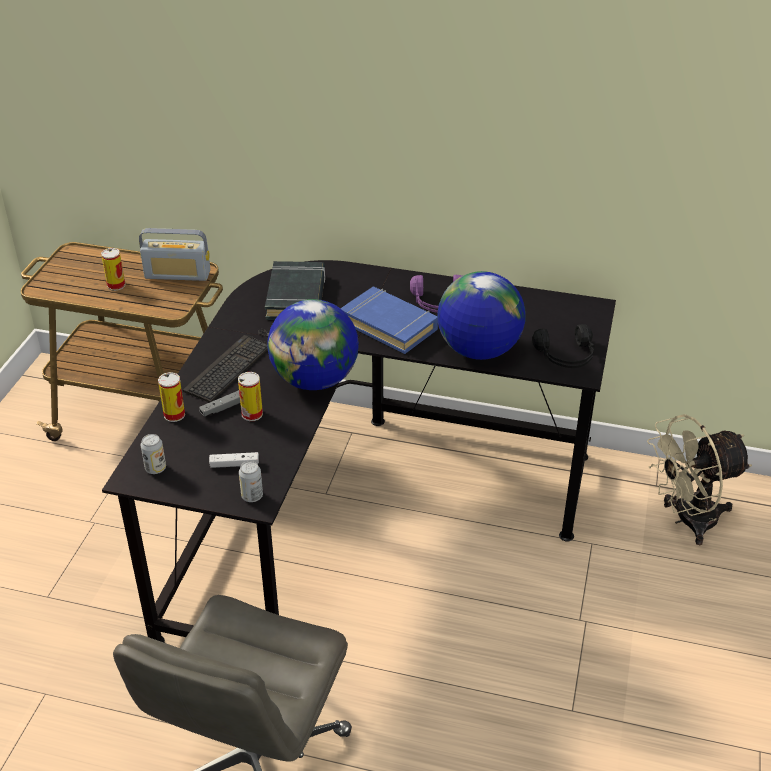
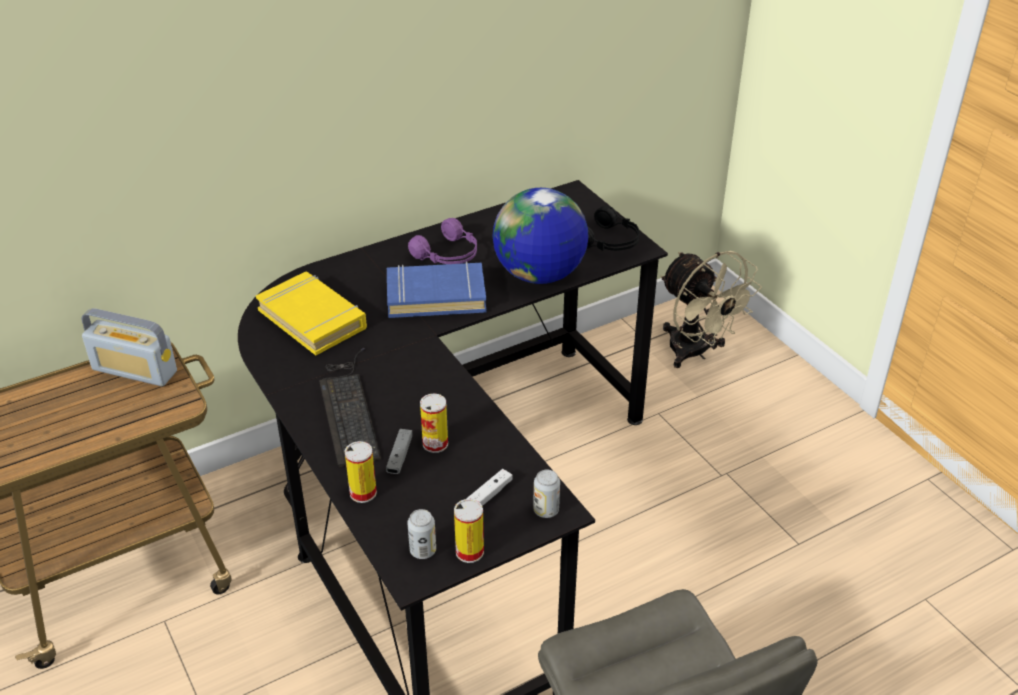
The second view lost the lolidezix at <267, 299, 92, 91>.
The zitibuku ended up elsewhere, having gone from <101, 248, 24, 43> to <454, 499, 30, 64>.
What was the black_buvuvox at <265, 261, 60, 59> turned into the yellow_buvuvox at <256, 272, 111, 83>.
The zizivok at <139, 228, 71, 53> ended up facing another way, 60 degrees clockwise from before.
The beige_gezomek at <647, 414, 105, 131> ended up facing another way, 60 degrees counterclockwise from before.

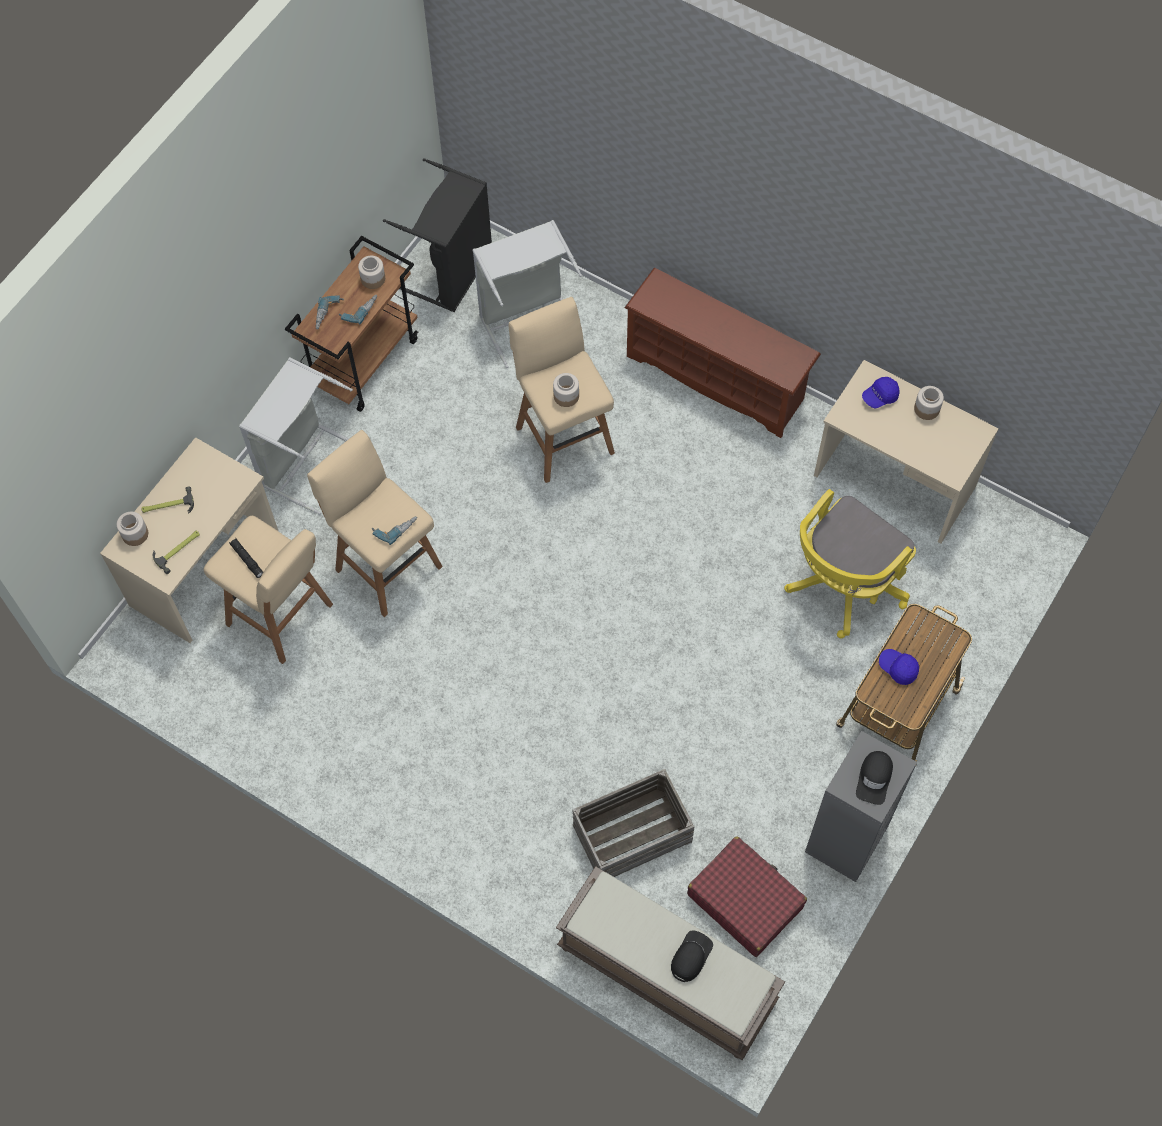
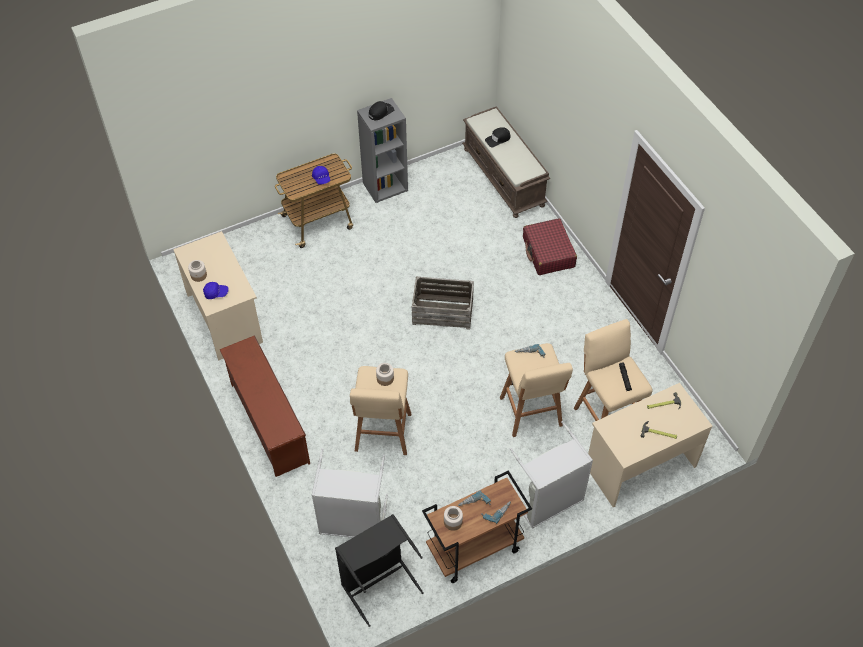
The second view lost the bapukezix at <117, 512, 31, 34>.
The second view lost the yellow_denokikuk at <784, 489, 132, 150>.
The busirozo ended up elsewhere, having gone from <572, 769, 122, 108> to <412, 277, 62, 53>.
The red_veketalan ended up elsewhere, having gone from <687, 836, 120, 121> to <523, 218, 54, 57>.

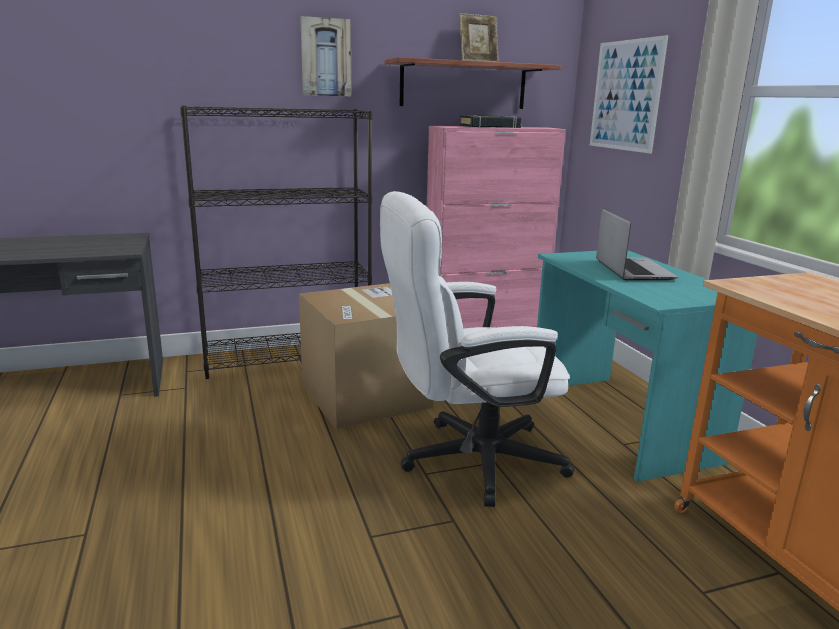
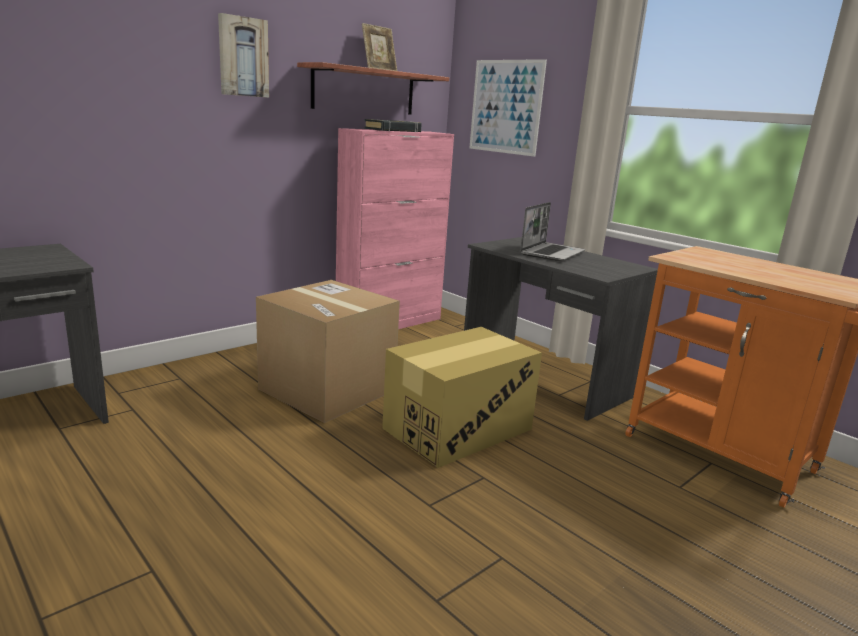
The second view lost the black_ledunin at <180, 106, 192, 273>.
Where the white_denokikuk stood at <380, 191, 195, 316>, the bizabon came to stand at <382, 327, 160, 141>.
What was the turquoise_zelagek at <537, 250, 220, 232> turned into the grey_zelagek at <464, 237, 194, 184>.
The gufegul at <596, 208, 82, 72> ended up facing another way, 60 degrees clockwise from before.

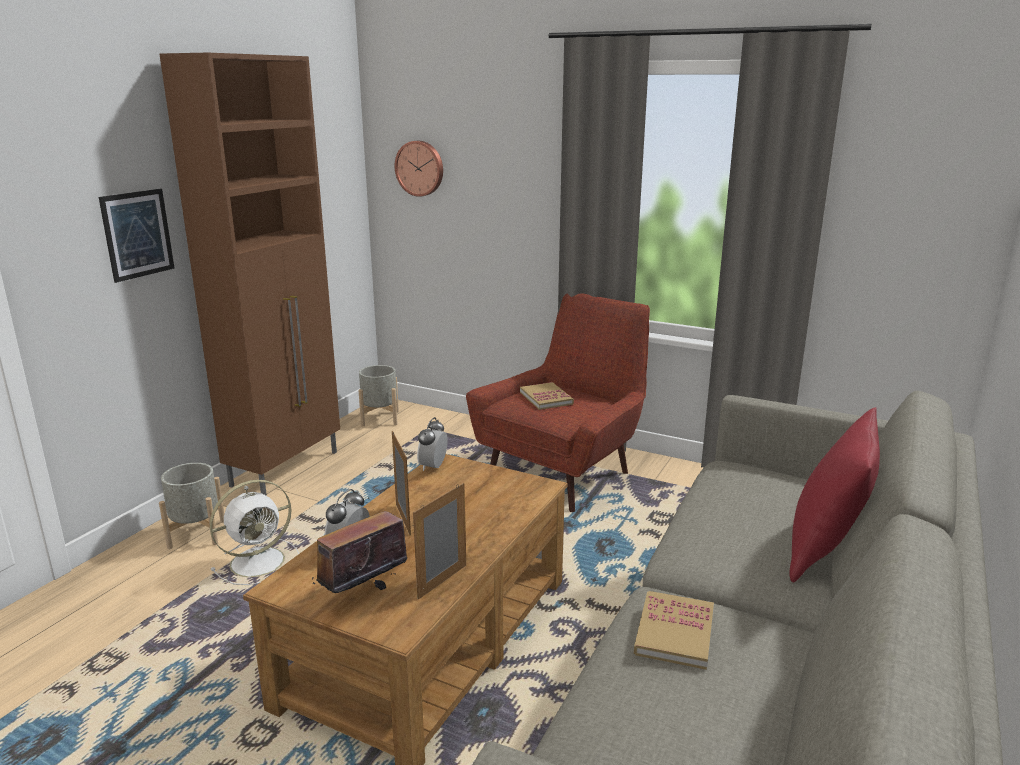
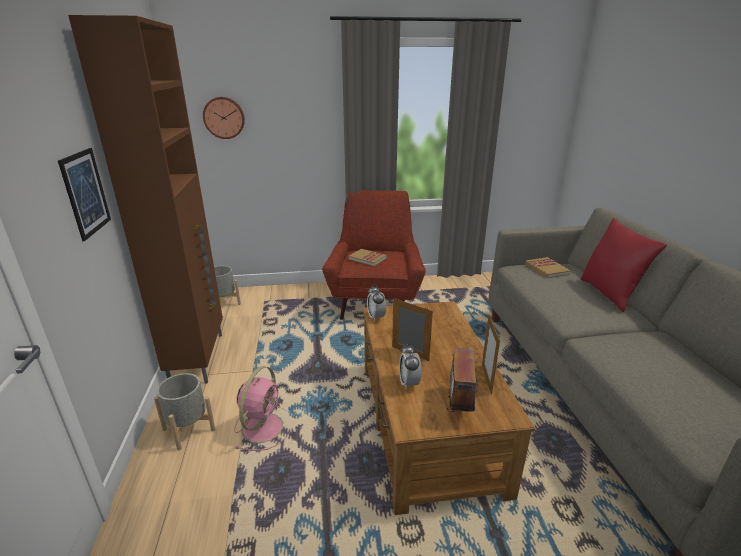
The buvuvox ended up elsewhere, having gone from <634, 591, 80, 79> to <525, 257, 45, 21>.
What was the white_gezomek at <210, 480, 89, 105> turned into the pink_gezomek at <234, 366, 56, 85>.

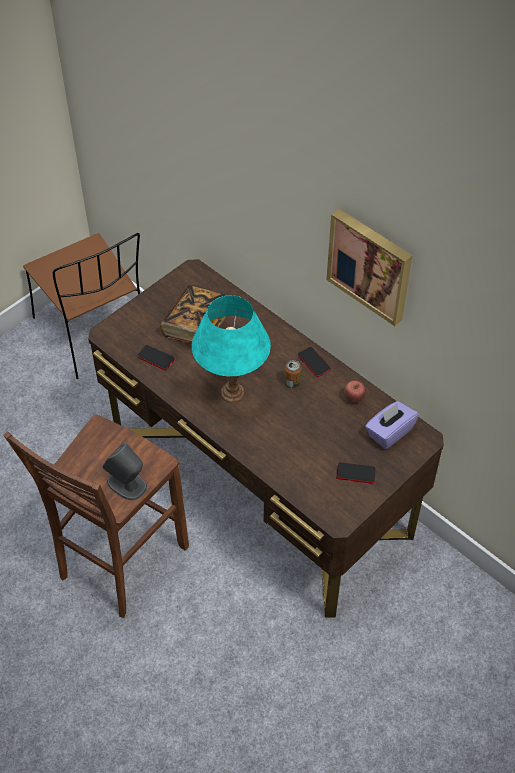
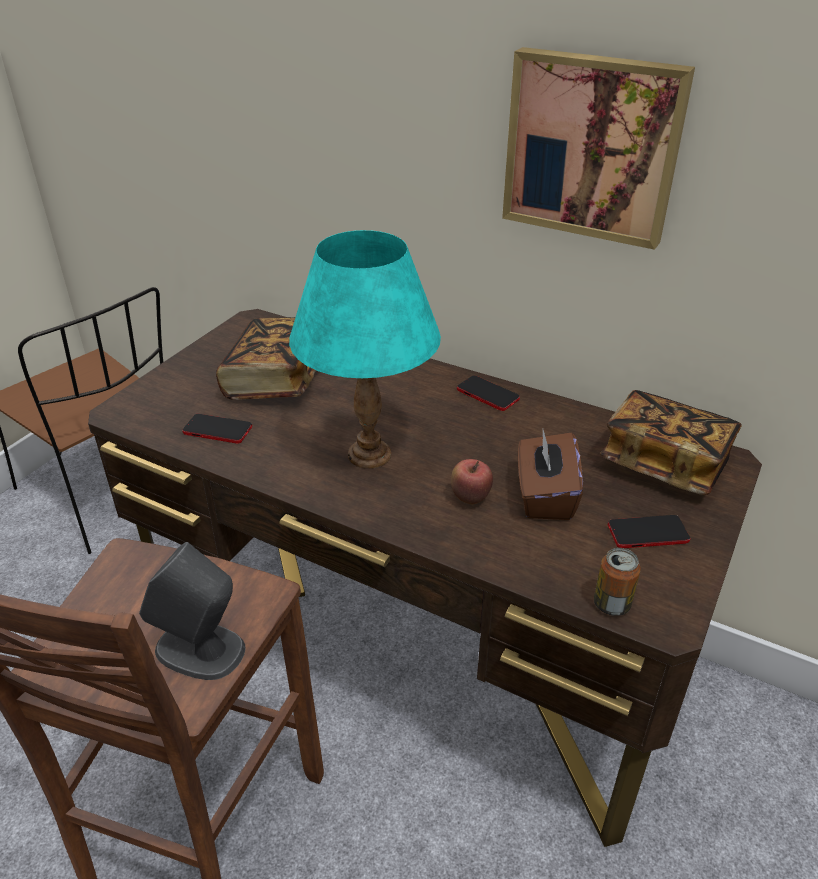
The second view gained the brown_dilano at <518, 430, 65, 90>.
The zitibuku ended up elsewhere, having gone from <284, 360, 17, 28> to <594, 548, 47, 68>.
The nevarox ended up elsewhere, having gone from <344, 380, 22, 23> to <451, 459, 42, 45>.
Where the purple_dilano stood at <365, 401, 54, 48>, the buvuvox came to stand at <600, 390, 142, 105>.

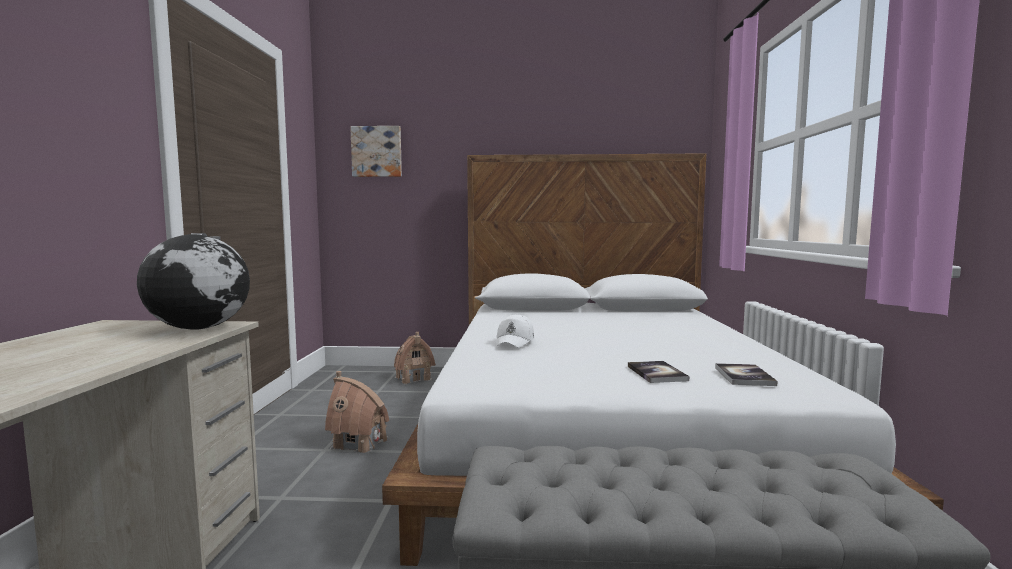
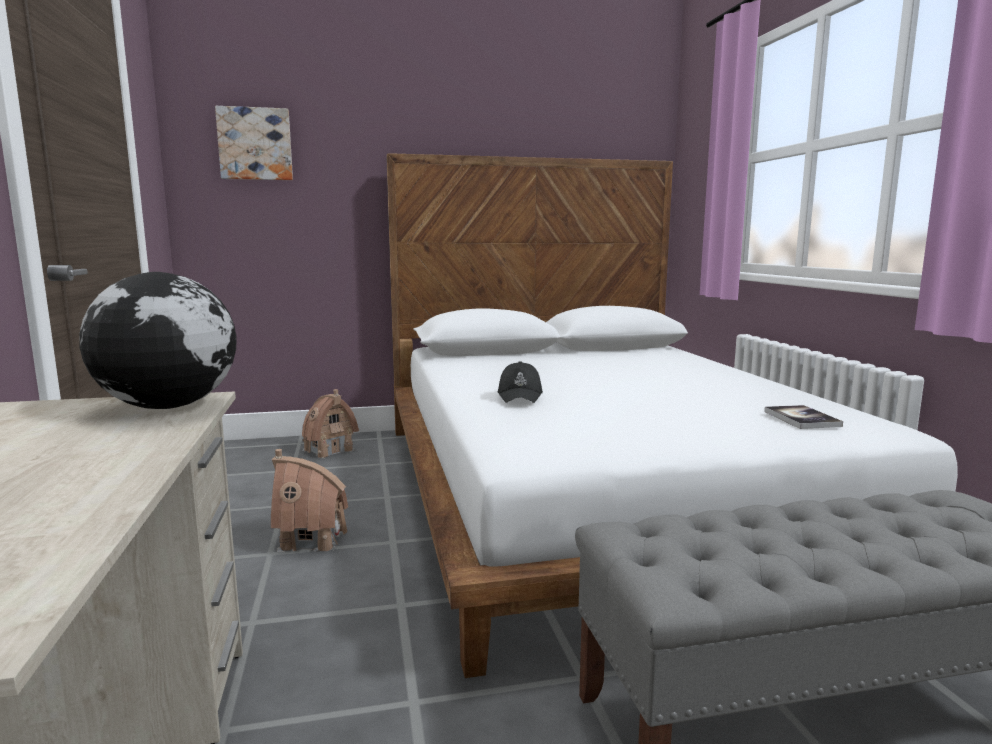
The second view lost the buvuvox at <628, 361, 61, 22>.
What was the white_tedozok at <496, 314, 38, 33> turned into the black_tedozok at <498, 361, 45, 42>.

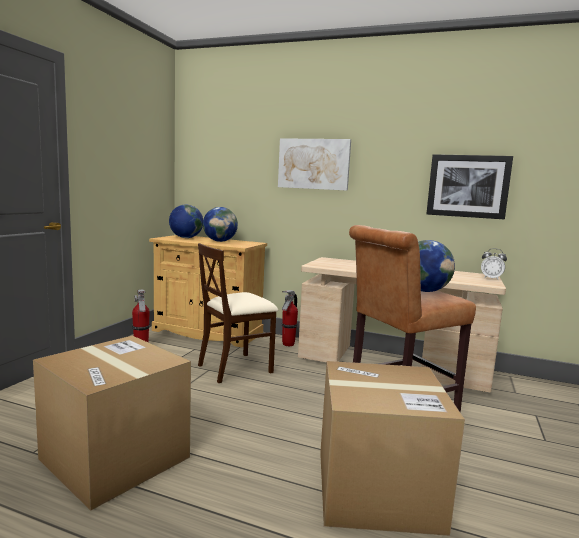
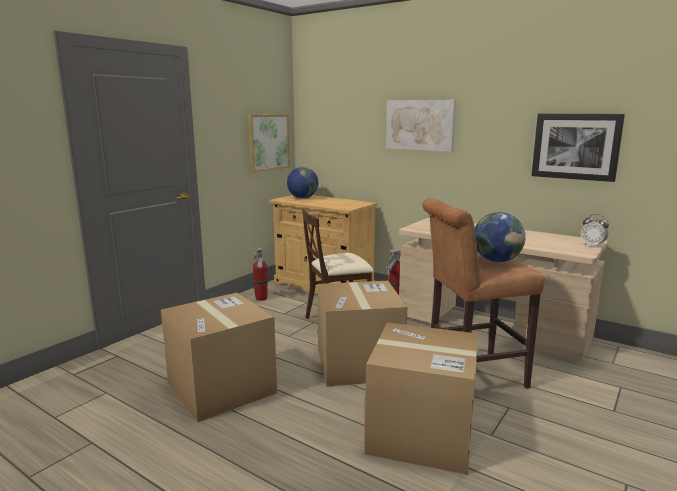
The second view lost the lolidezix at <203, 207, 35, 35>.
The second view gained the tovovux at <248, 114, 42, 58>.
The second view gained the bizabon at <318, 281, 89, 105>.

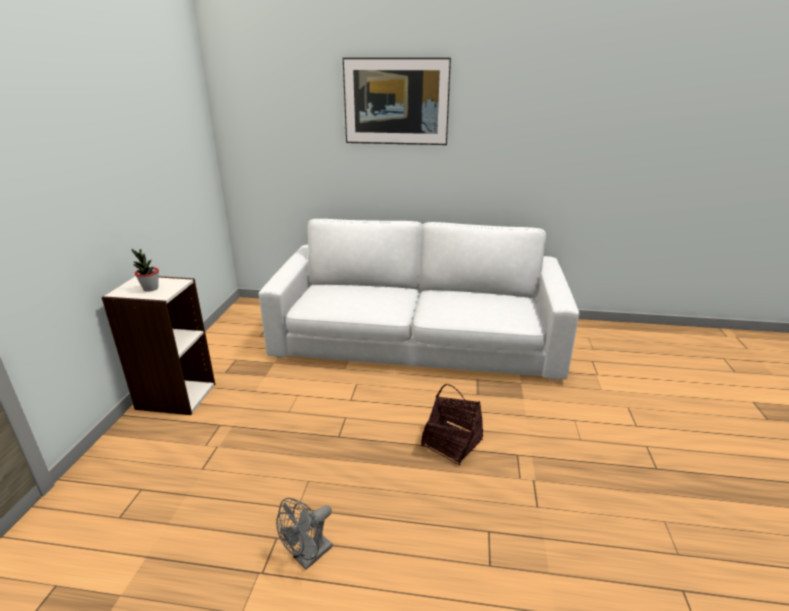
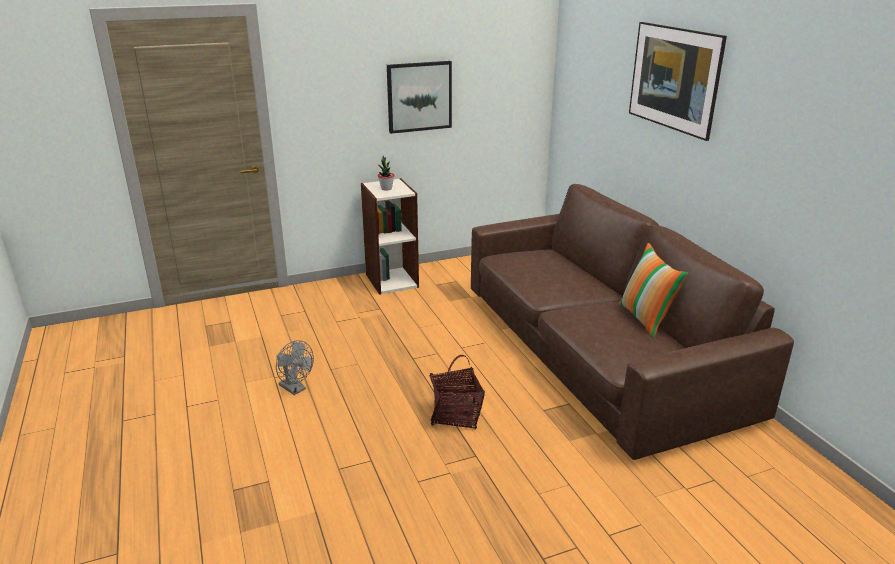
The second view gained the tovovux at <387, 61, 65, 73>.
The second view gained the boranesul at <619, 243, 69, 95>.
What was the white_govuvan at <259, 219, 320, 161> turned into the brown_govuvan at <471, 184, 323, 276>.
The grey_gezomek at <276, 498, 57, 72> ended up facing another way, 150 degrees counterclockwise from before.

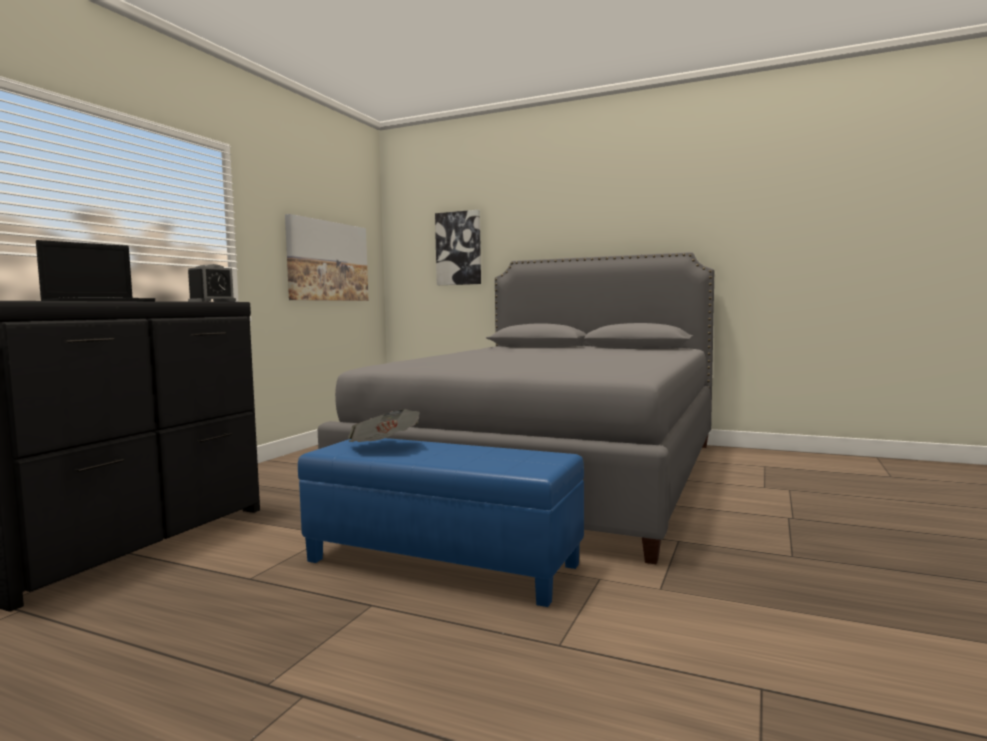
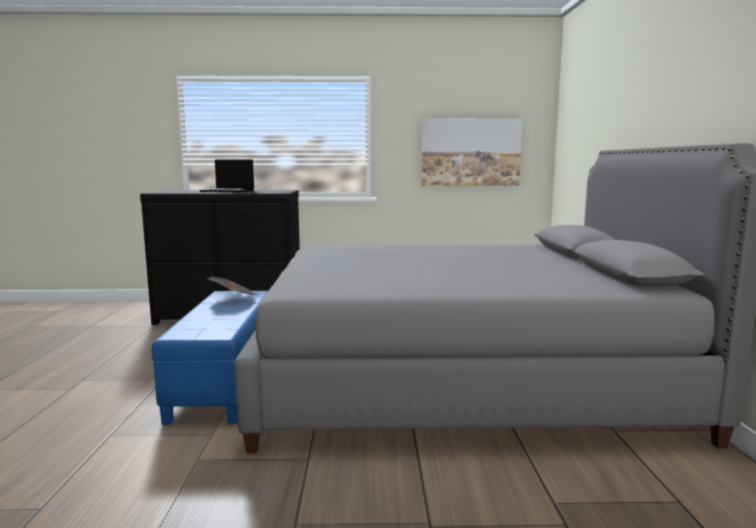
The second view lost the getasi at <188, 264, 48, 38>.
The second view lost the tovovux at <435, 210, 46, 75>.

